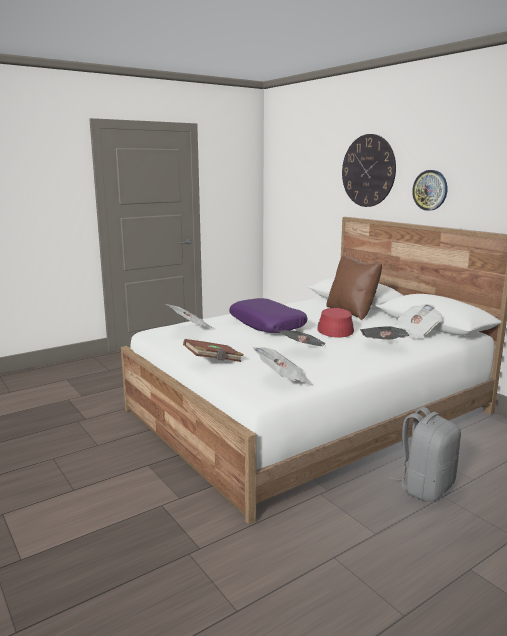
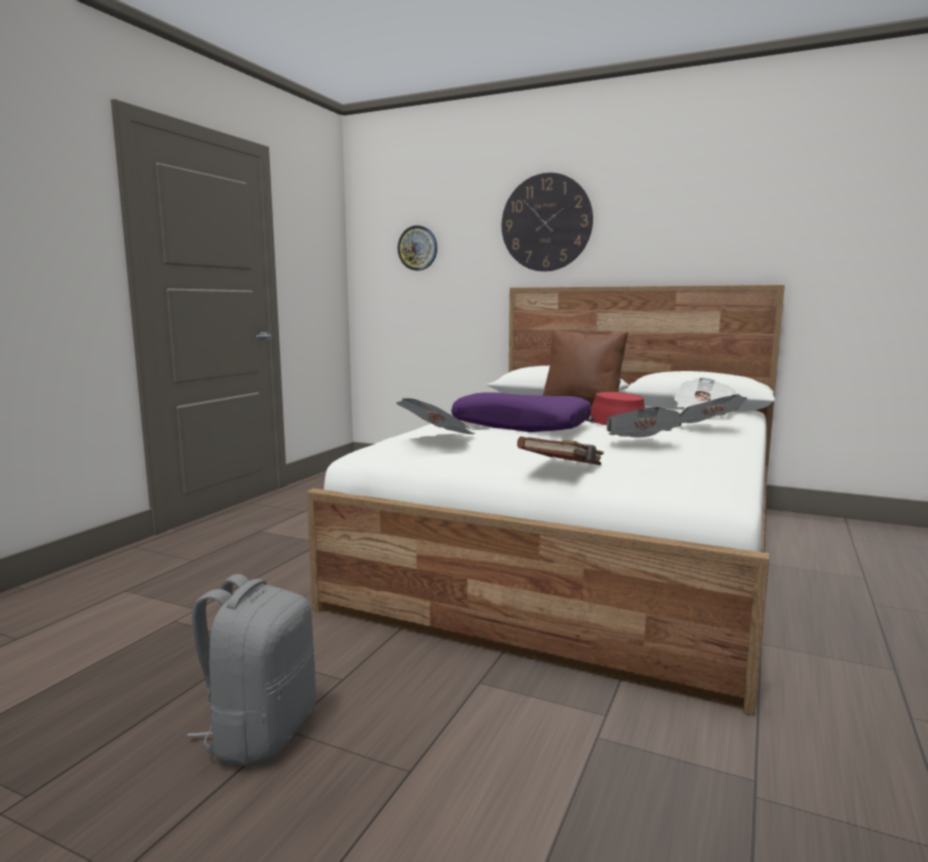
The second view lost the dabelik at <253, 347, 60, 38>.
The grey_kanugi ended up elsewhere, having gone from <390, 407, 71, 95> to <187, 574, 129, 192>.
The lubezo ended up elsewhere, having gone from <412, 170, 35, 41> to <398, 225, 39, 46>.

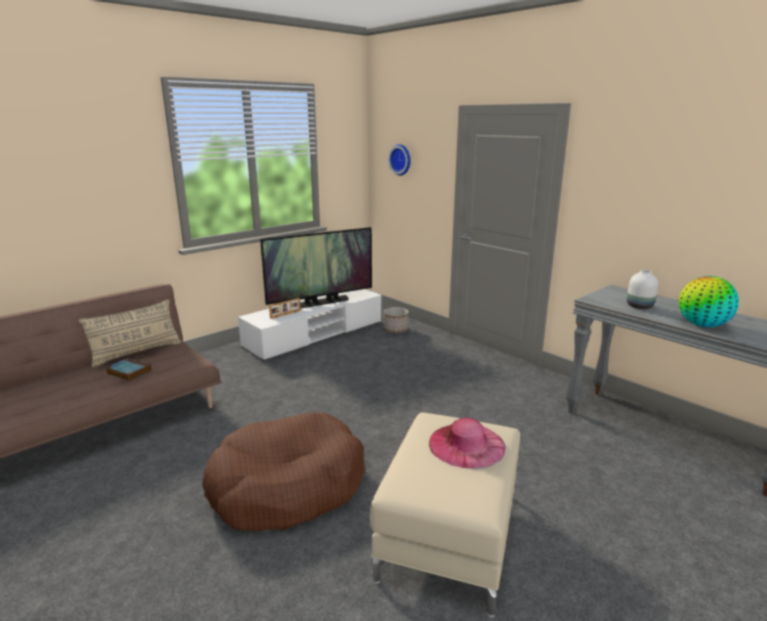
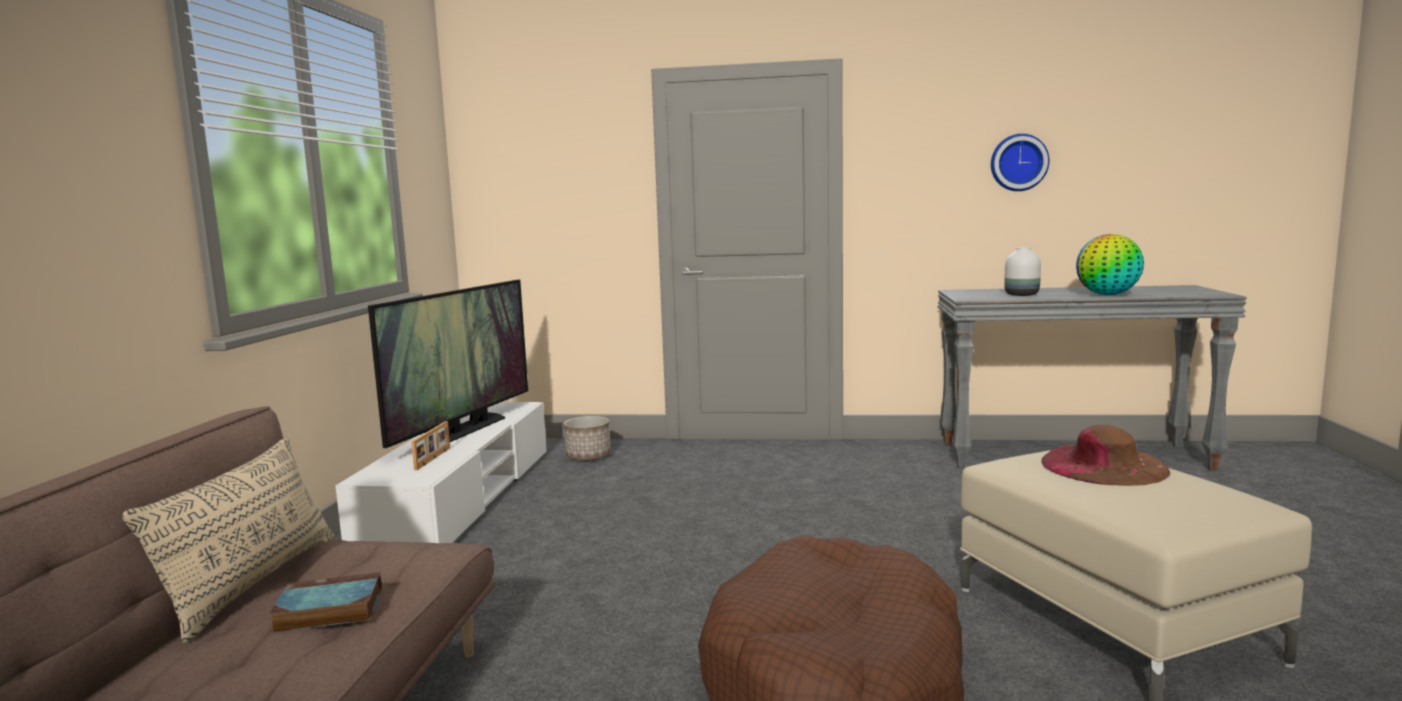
The lubezo ended up elsewhere, having gone from <388, 144, 23, 32> to <991, 134, 59, 57>.
What was the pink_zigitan at <429, 418, 77, 50> turned into the brown_zigitan at <1041, 425, 129, 61>.

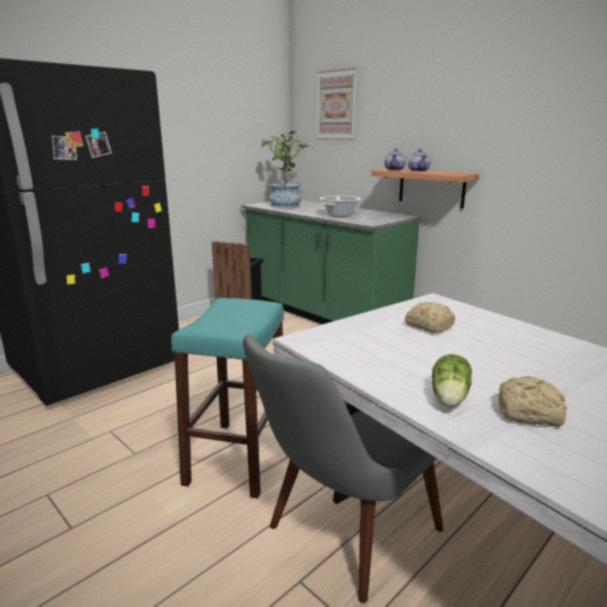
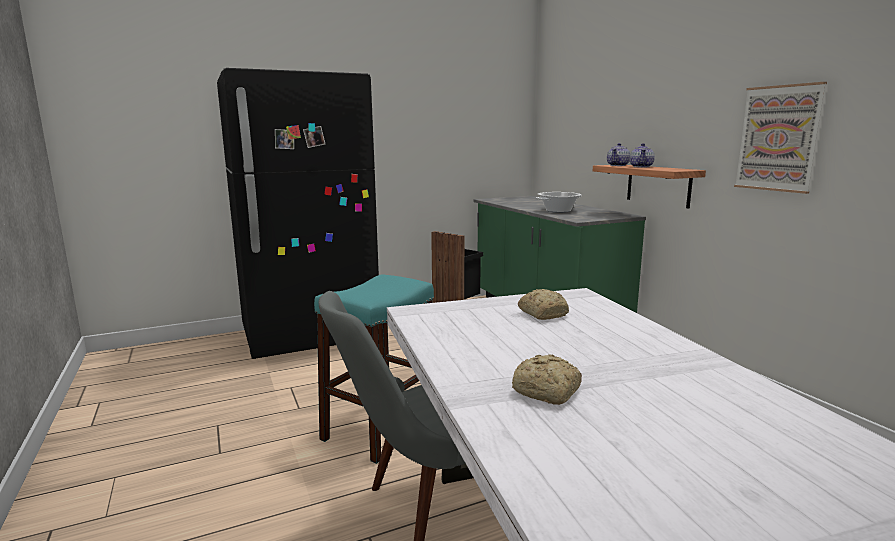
The second view lost the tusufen at <261, 131, 53, 77>.
The second view lost the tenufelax at <432, 354, 40, 53>.
The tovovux ended up elsewhere, having gone from <316, 68, 41, 72> to <734, 82, 93, 112>.

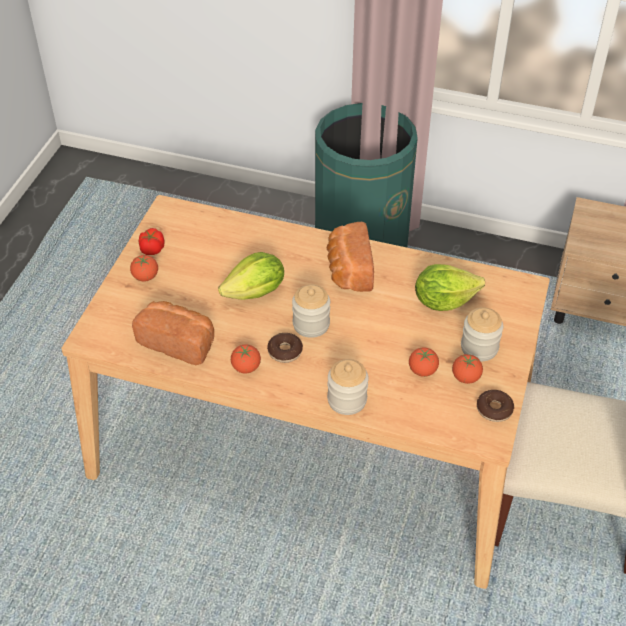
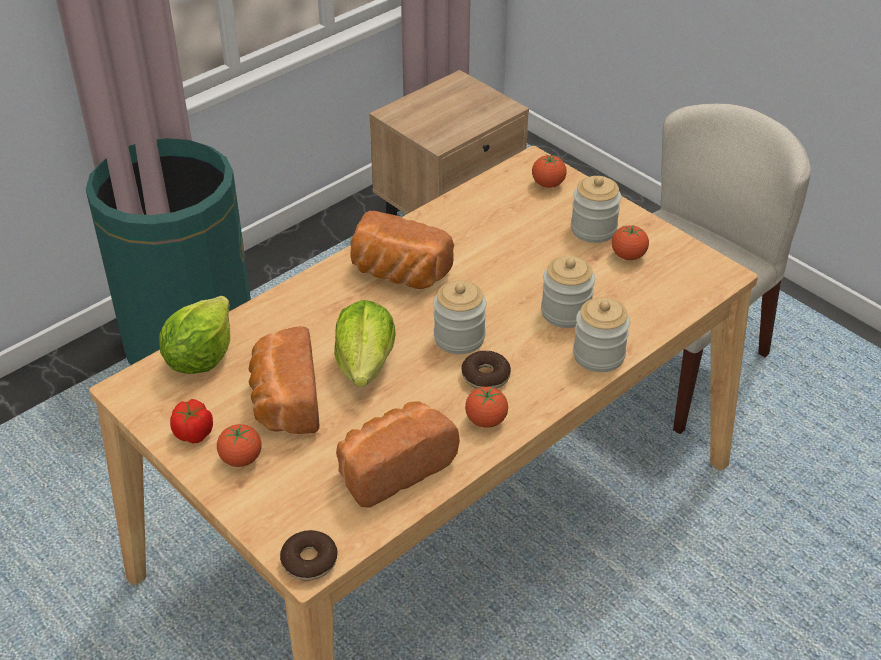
The second view gained the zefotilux at <249, 326, 70, 108>.
The second view gained the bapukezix at <541, 256, 54, 72>.
The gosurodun ended up elsewhere, having gone from <409, 347, 30, 30> to <532, 155, 35, 33>.
The tenufelax ended up elsewhere, having gone from <415, 264, 70, 47> to <159, 296, 71, 78>.
The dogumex ended up elsewhere, having gone from <477, 390, 37, 32> to <280, 530, 57, 51>.

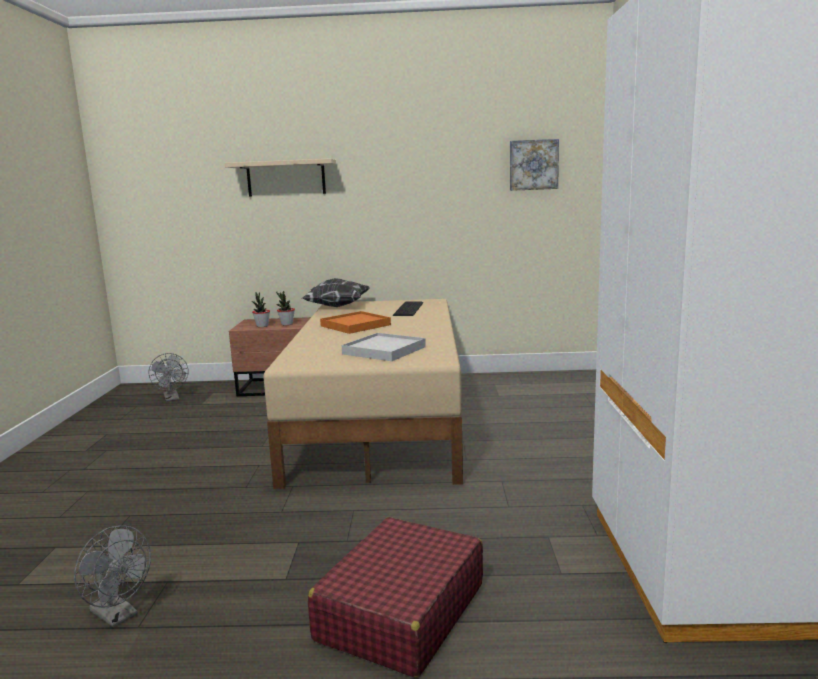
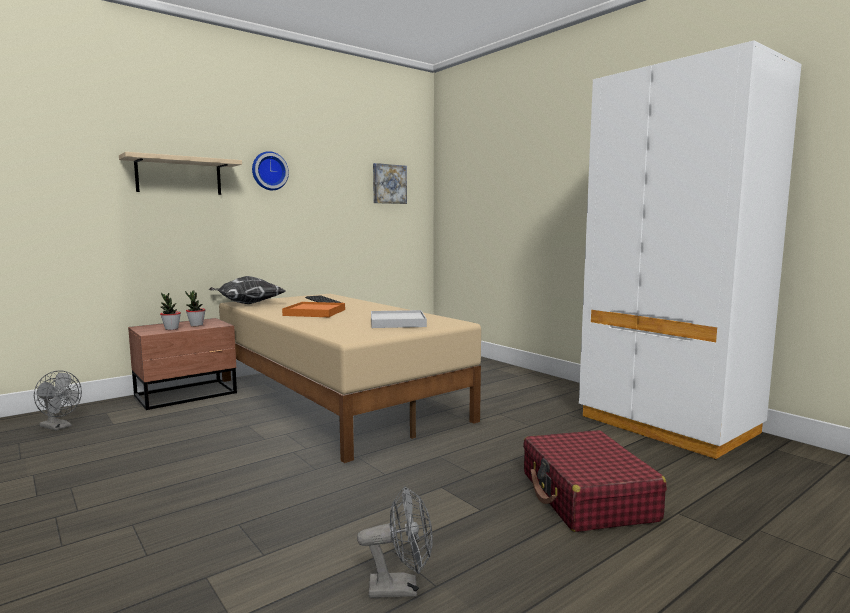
The second view gained the lubezo at <252, 151, 37, 39>.

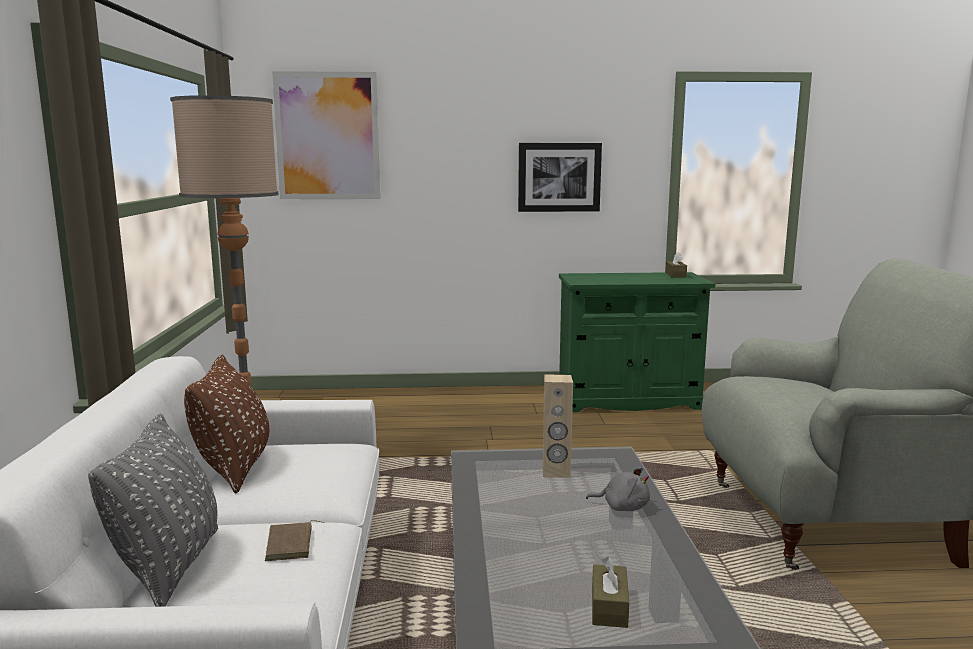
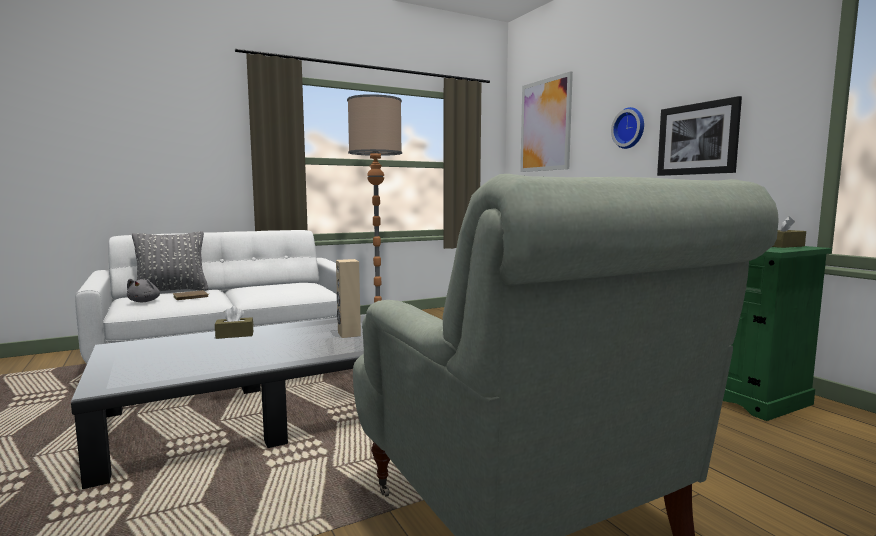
The second view lost the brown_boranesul at <184, 355, 85, 139>.
The second view gained the lubezo at <611, 107, 33, 42>.
The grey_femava ended up elsewhere, having gone from <586, 467, 64, 44> to <127, 279, 33, 23>.
The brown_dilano ended up elsewhere, having gone from <592, 557, 37, 71> to <215, 306, 39, 33>.

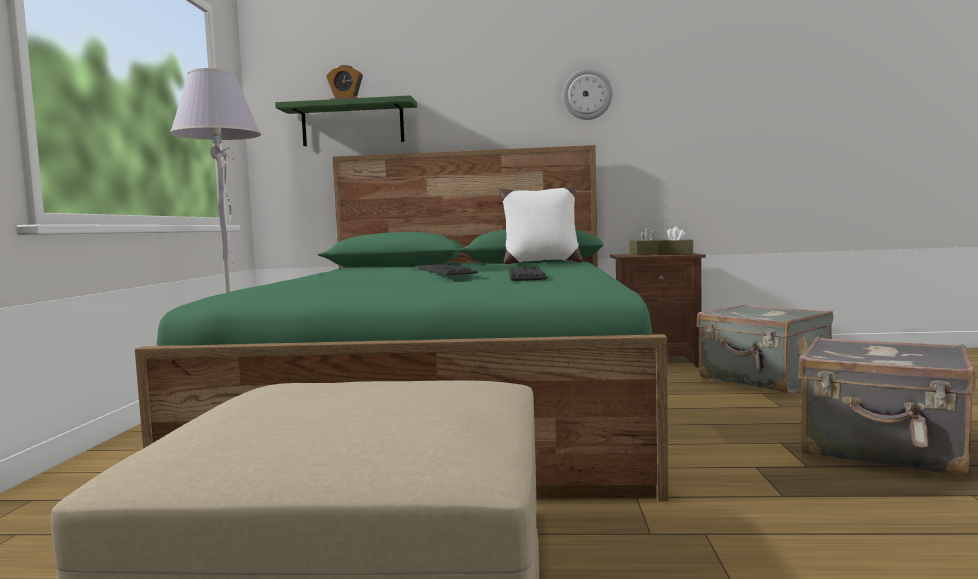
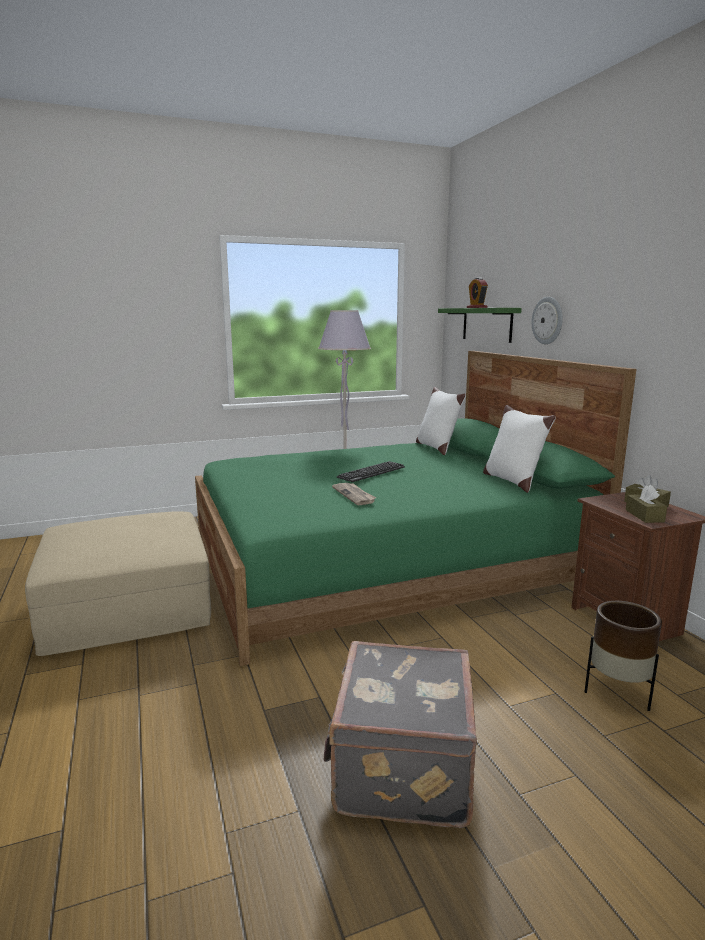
The second view gained the white_boranesul at <416, 387, 50, 68>.
The lubezo ended up elsewhere, having gone from <563, 69, 50, 51> to <532, 297, 31, 47>.
Where the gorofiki stood at <509, 267, 39, 14>, the dabelik came to stand at <332, 483, 45, 22>.
Where the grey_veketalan stood at <697, 304, 136, 90>, the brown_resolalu came to stand at <585, 601, 77, 110>.

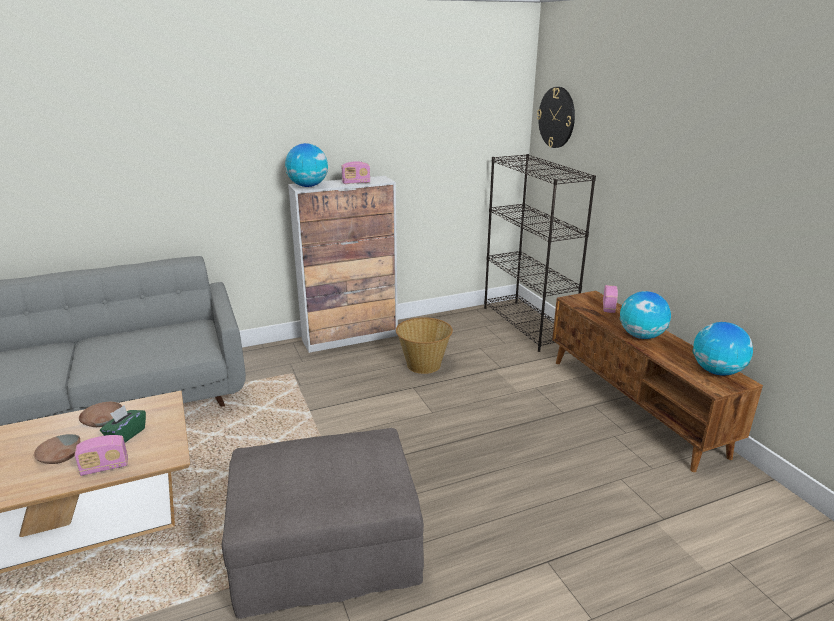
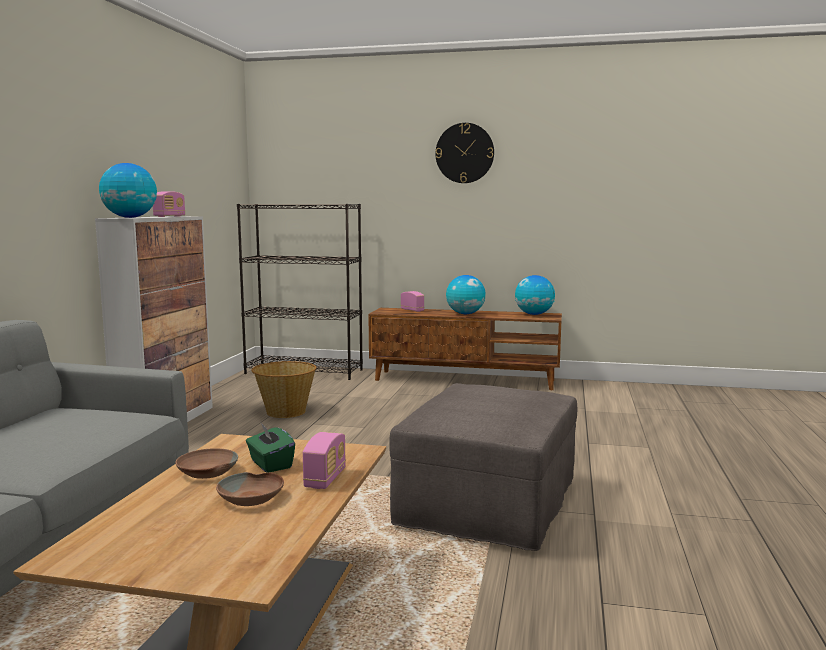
The lubezo ended up elsewhere, having gone from <537, 87, 38, 61> to <435, 123, 59, 60>.

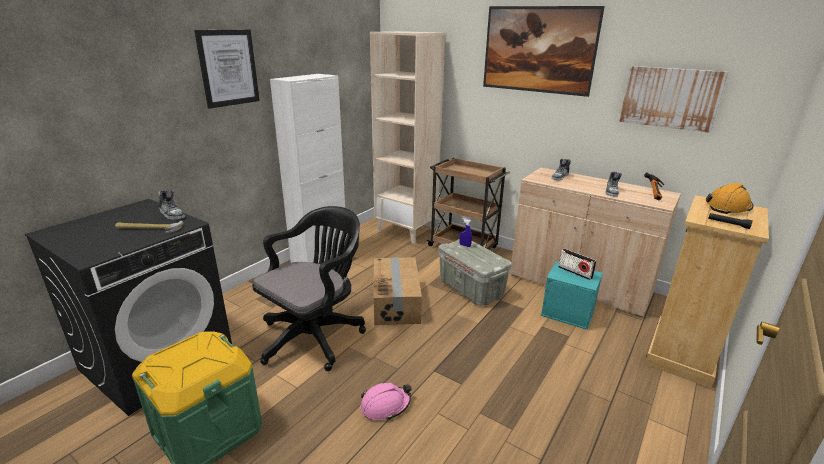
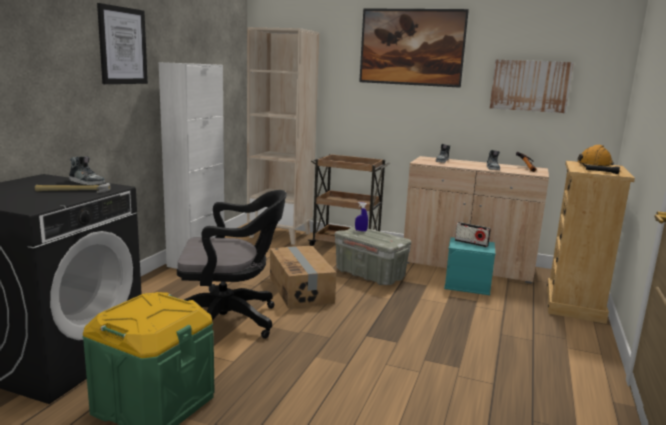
The second view lost the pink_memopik at <360, 383, 52, 37>.
The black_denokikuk at <252, 206, 114, 165> ended up facing another way, 60 degrees clockwise from before.

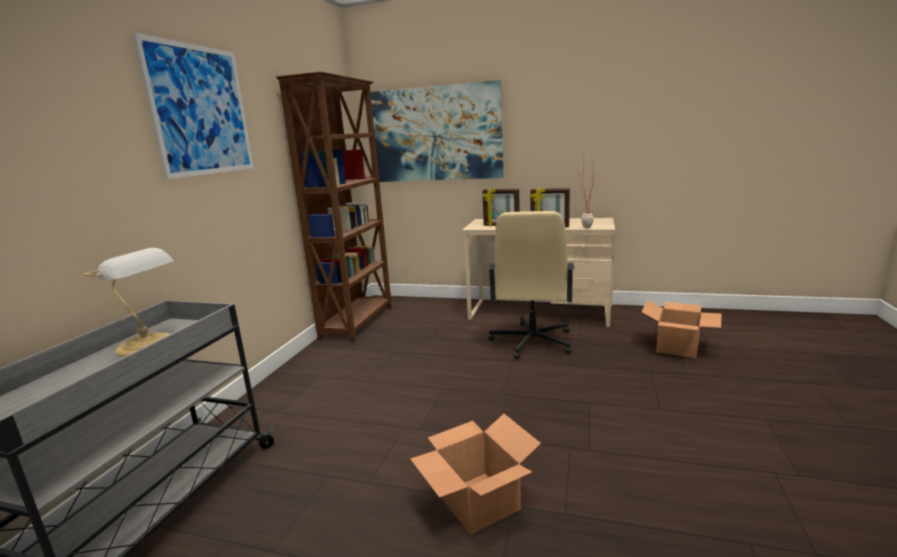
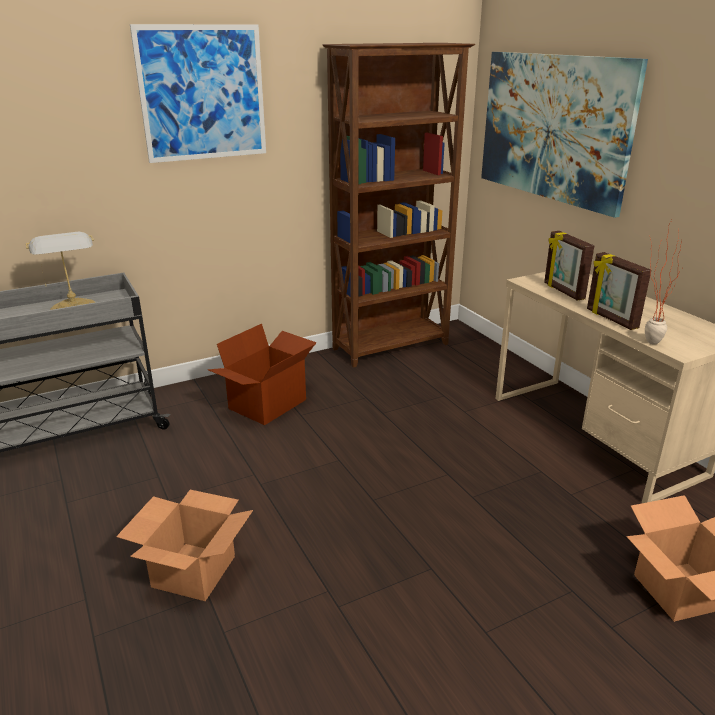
The second view lost the beige_denokikuk at <488, 211, 86, 148>.
The second view gained the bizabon at <207, 324, 110, 101>.

